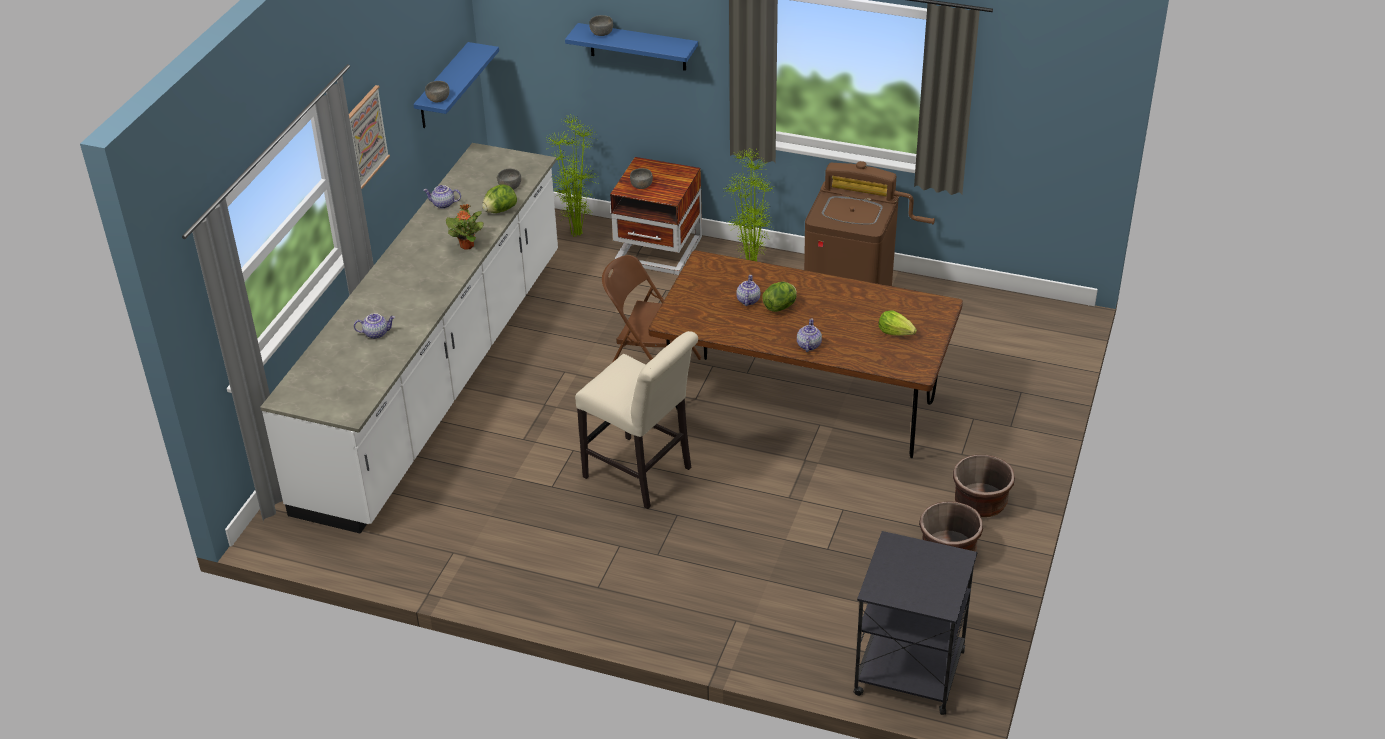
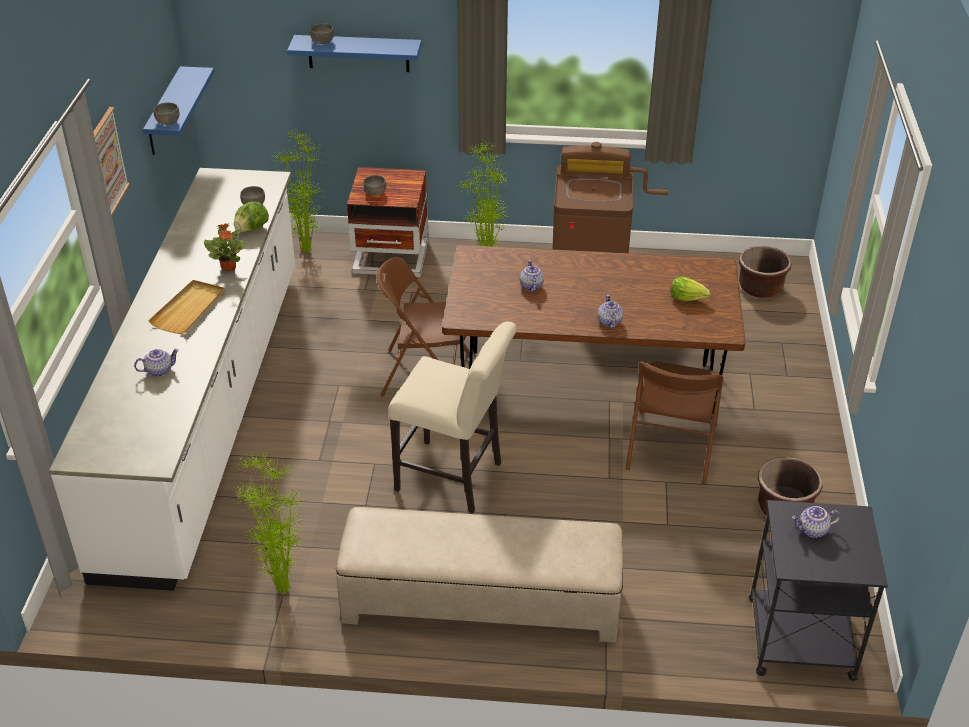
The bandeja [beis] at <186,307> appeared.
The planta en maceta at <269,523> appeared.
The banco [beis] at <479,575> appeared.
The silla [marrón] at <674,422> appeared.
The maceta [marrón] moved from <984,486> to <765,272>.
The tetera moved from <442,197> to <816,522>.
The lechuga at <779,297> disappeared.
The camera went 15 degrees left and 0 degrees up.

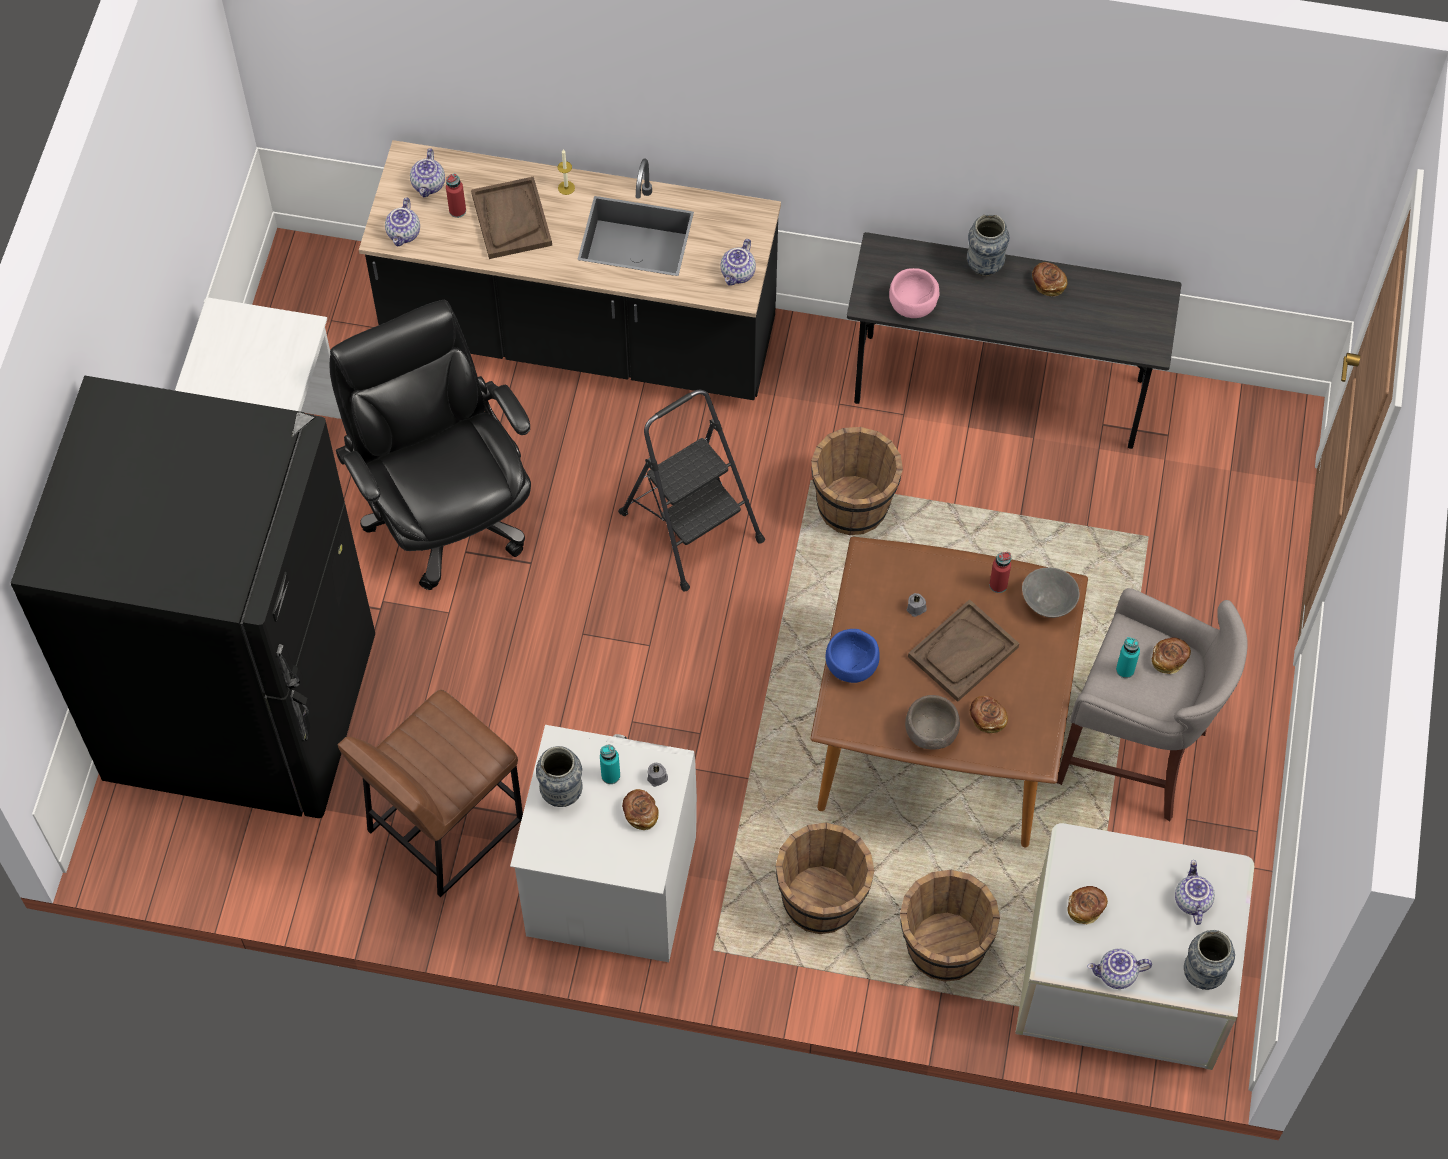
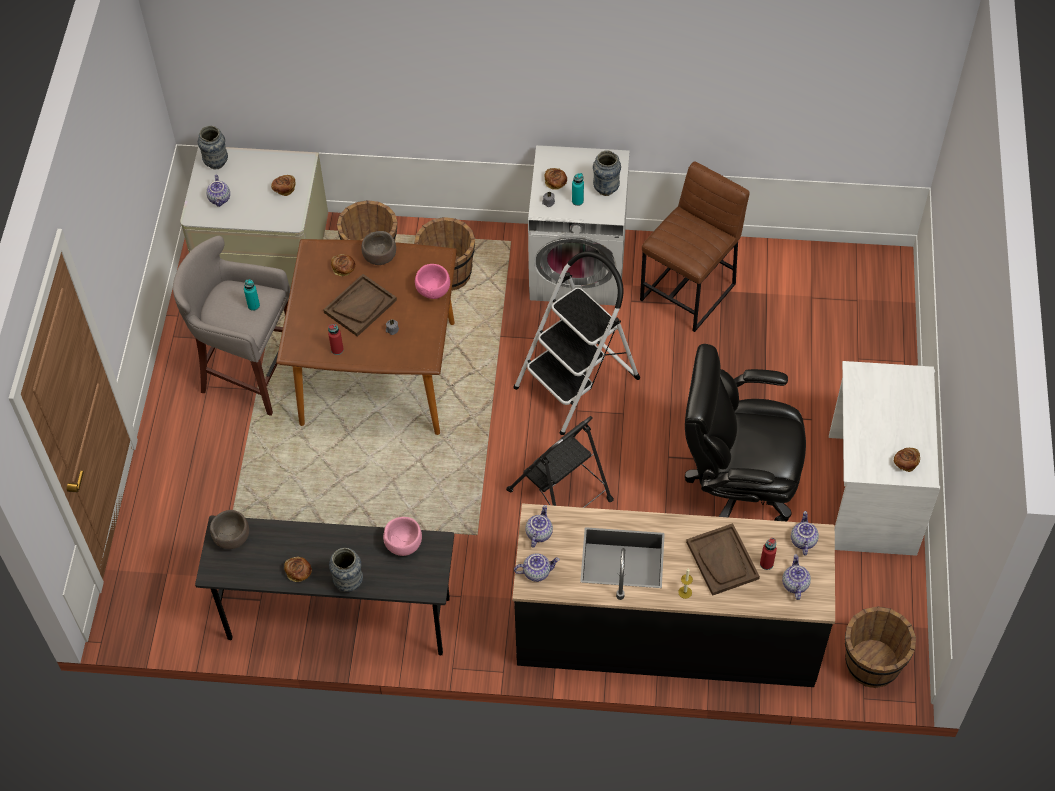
The cuenco [marrón] at <229,529> appeared.
The cuenco [azul] at <852,656> became the cuenco [rosa] at <432,281>.
The escalera de tijera at <576,343> appeared.
The tetera moved from <1119,968> to <537,568>.
The silla de oficina [negro] at <430,445> turned 135 degrees clockwise.
The cubo [marrón] moved from <857,481> to <880,647>.
The pan moved from <1171,655> to <907,460>.
The nevera [negro] at <192,596> disappeared.
The cuenco [gris] at <1051,593> disappeared.
The camera went 175 degrees right and 5 degrees down.

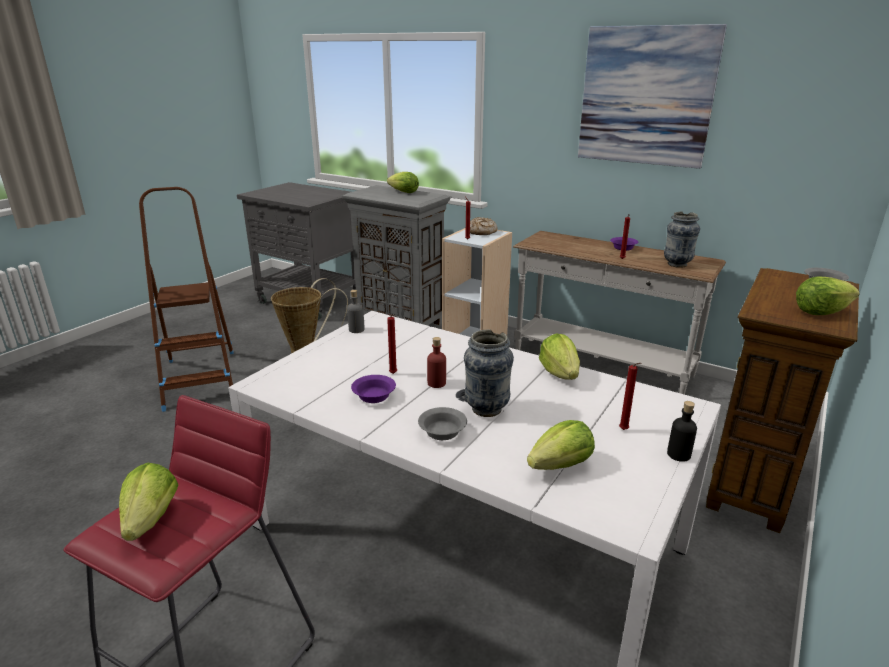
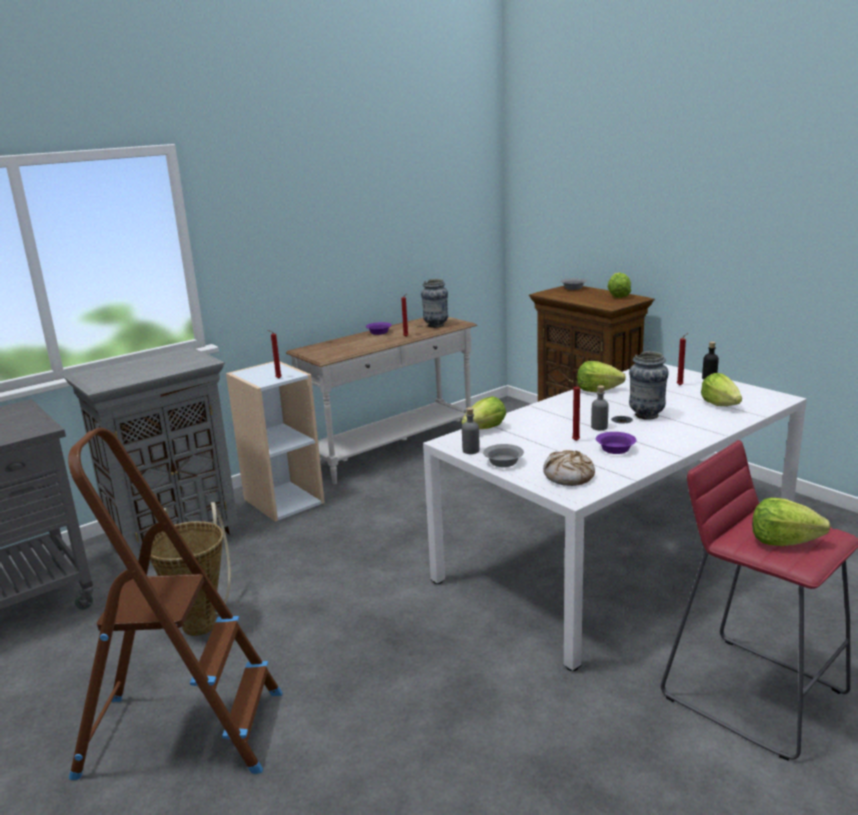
The lechuga moved from <403,182> to <484,412>.
The cuenco [gris] moved from <442,423> to <503,455>.
The pan moved from <484,226> to <569,468>.
The botella [rojo] at <436,362> became the botella [gris] at <600,407>.
The cuadro at <652,96> disappeared.
The camera went 70 degrees left and 5 degrees down.

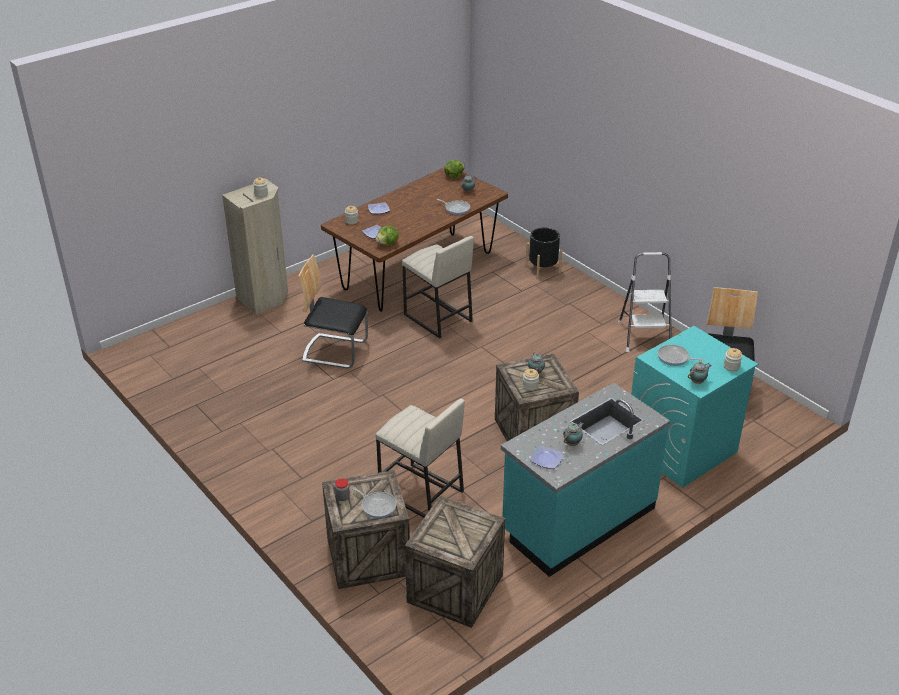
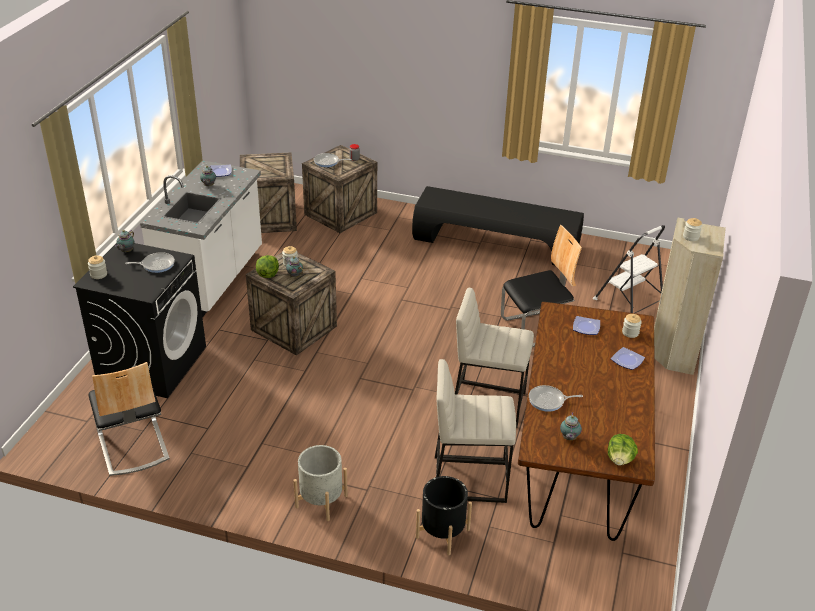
The lavadora [turquesa] at <694,407> became the lavadora [negro] at <139,320>.
The mueble bajo de cocina [turquesa] at <585,480> became the mueble bajo de cocina [blanco] at <201,239>.
The lechuga moved from <387,235> to <267,266>.
The maceta [gris] at <320,483> appeared.
The banco [negro] at <498,225> appeared.
The taburete [beis] moved from <420,458> to <475,431>.
The escalera de tijera [blanco] moved from <645,302> to <629,269>.
The camera went 145 degrees right and 0 degrees up.

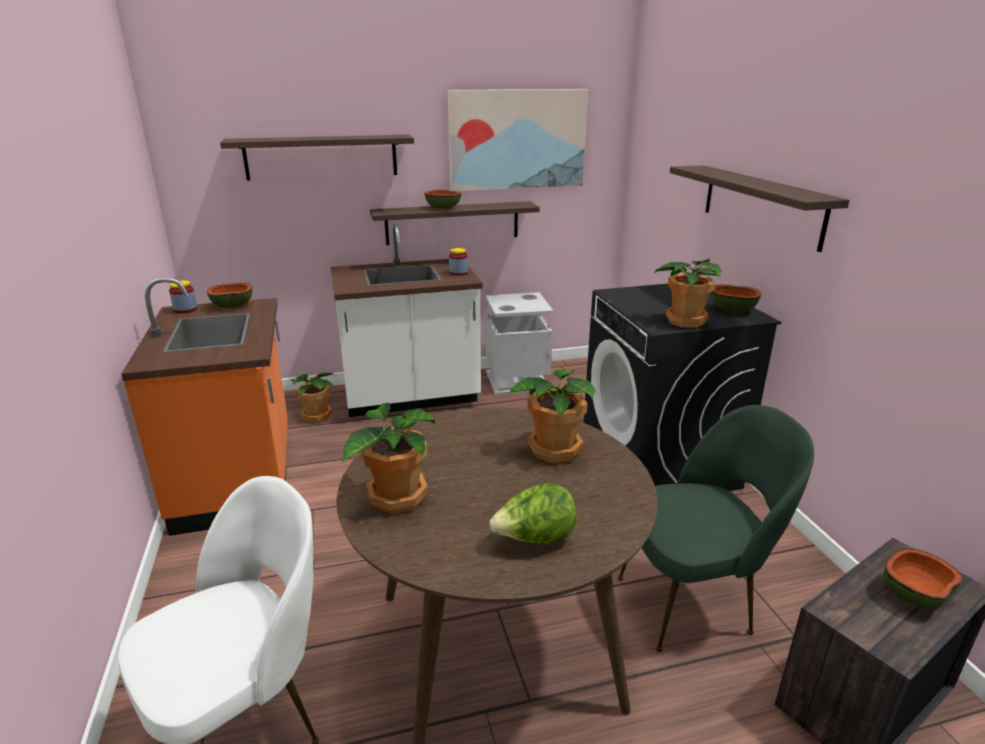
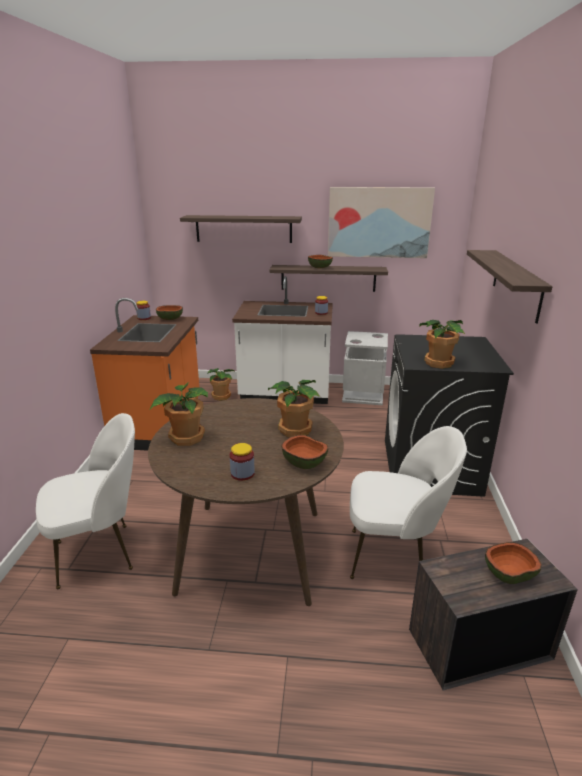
The lechuga at <533,513> was replaced by the tarro at <242,462>.
The cuenco moved from <736,298> to <305,452>.
The silla [verde] at <716,528> became the silla [blanco] at <408,502>.
The camera went 20 degrees right and 0 degrees up.

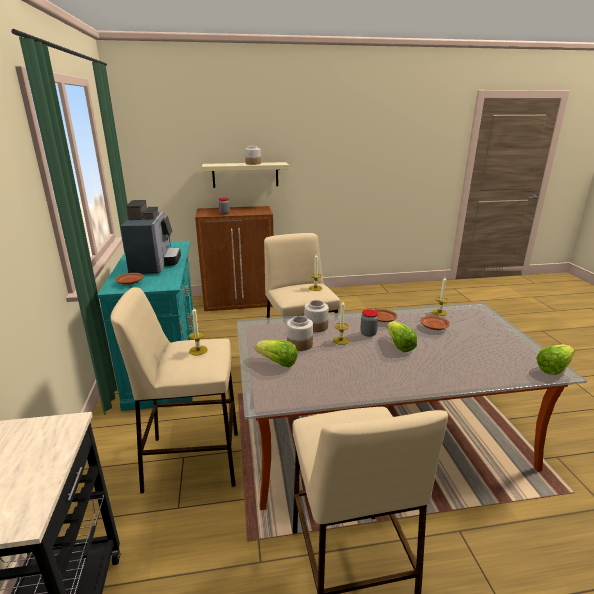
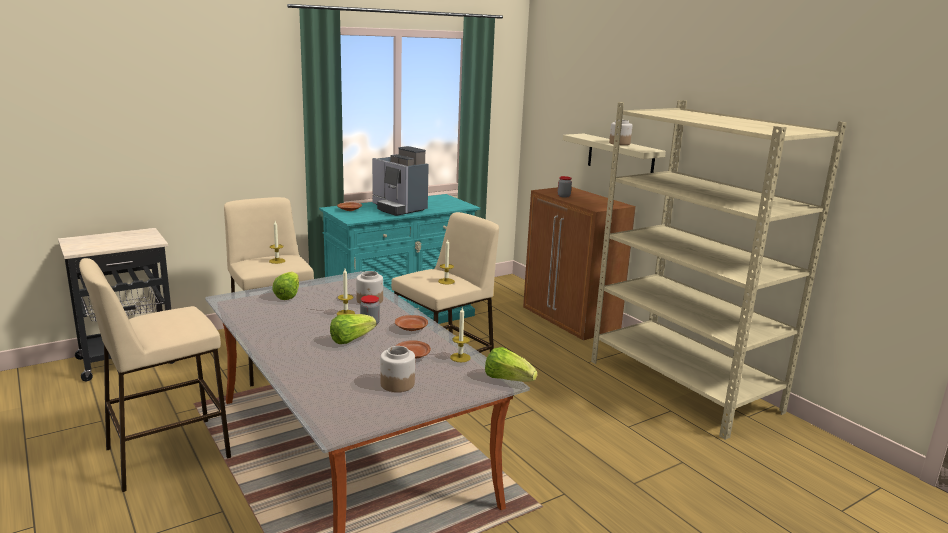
The cafetera at <151,237> turned 75 degrees clockwise.
The tarro moved from <300,333> to <397,369>.
The lechuga moved from <555,359> to <511,364>.
The estantería [beis] at <719,270> appeared.
The camera went 65 degrees right and 5 degrees down.

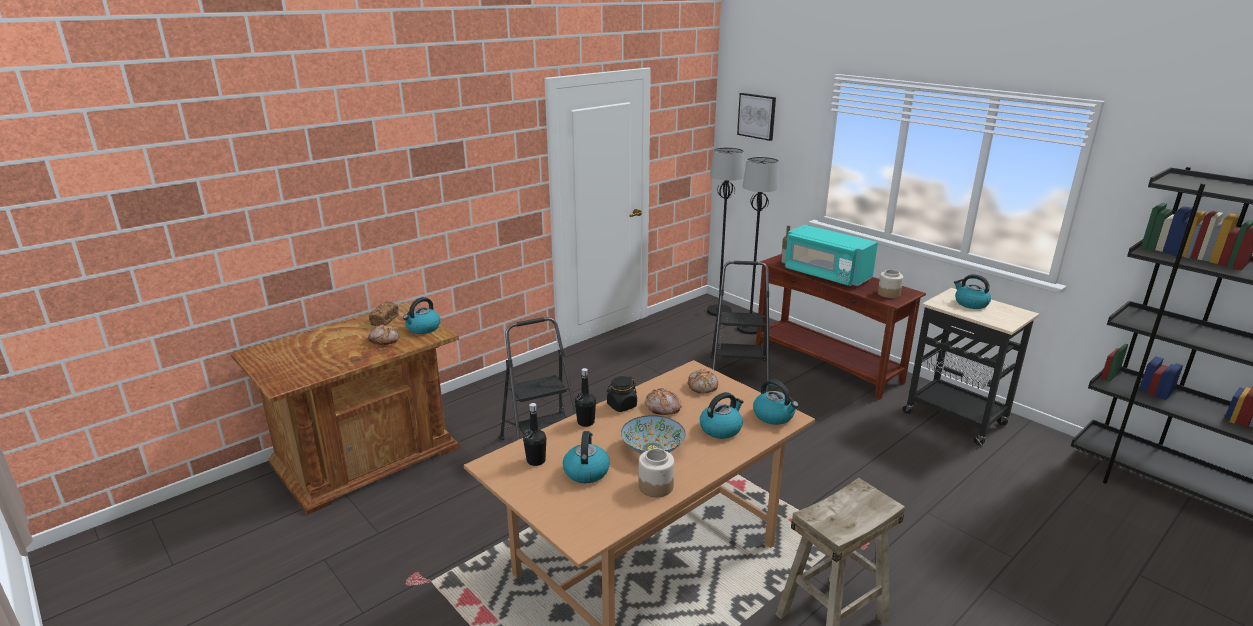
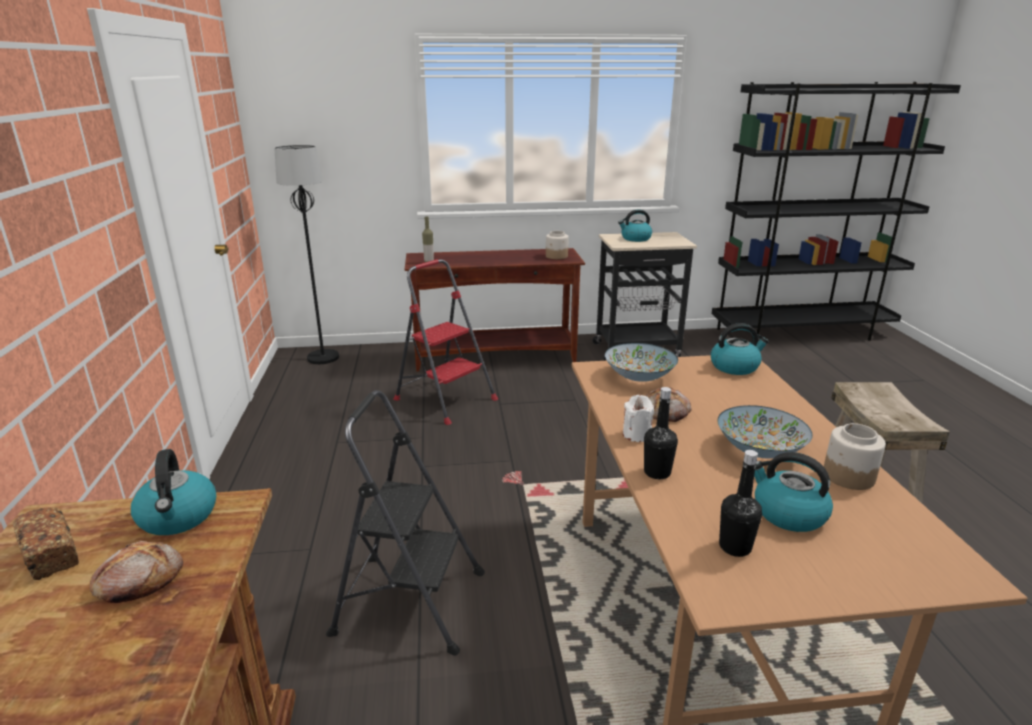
The escalera de tijera [negro] at <740,326> became the escalera de tijera [rojo] at <445,342>.
The pan at <703,381> was replaced by the cuenco at <641,362>.
The tarro [negro] at <622,394> was replaced by the vela [blanco] at <638,418>.
The hervidor at <722,415> disappeared.
The cuadro at <756,117> disappeared.
The lámpara de pie [negro] at <758,245> disappeared.
The microondas [turquesa] at <831,255> disappeared.
The camera went 55 degrees left and 0 degrees up.

